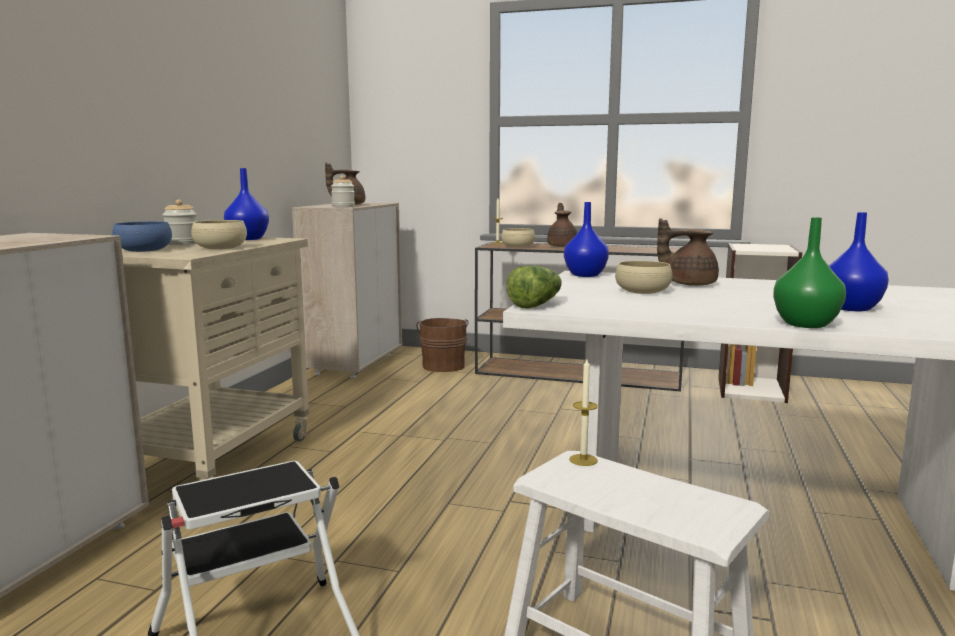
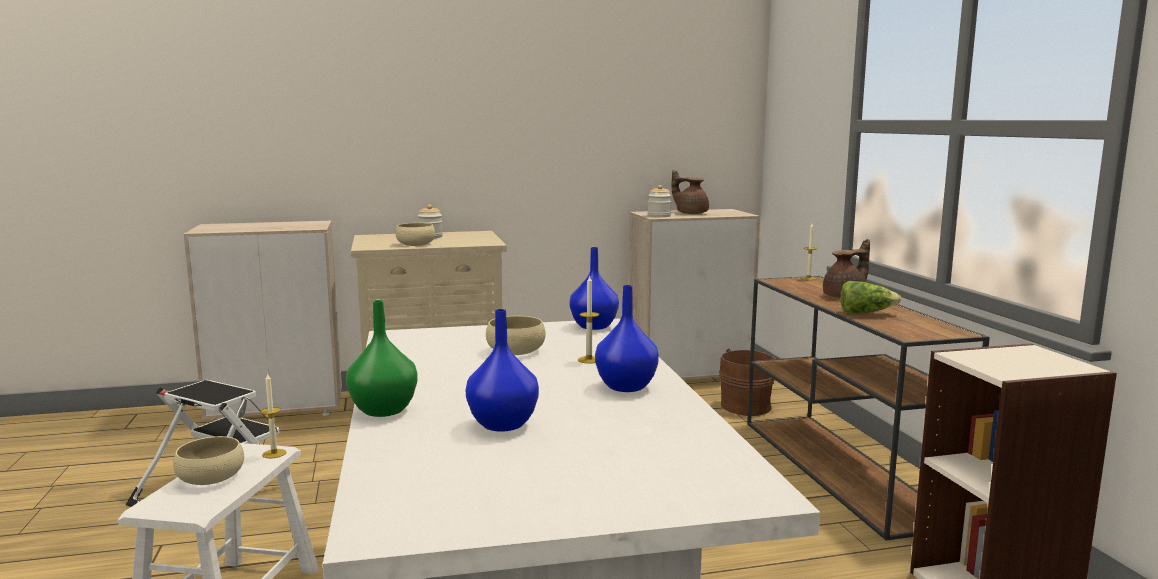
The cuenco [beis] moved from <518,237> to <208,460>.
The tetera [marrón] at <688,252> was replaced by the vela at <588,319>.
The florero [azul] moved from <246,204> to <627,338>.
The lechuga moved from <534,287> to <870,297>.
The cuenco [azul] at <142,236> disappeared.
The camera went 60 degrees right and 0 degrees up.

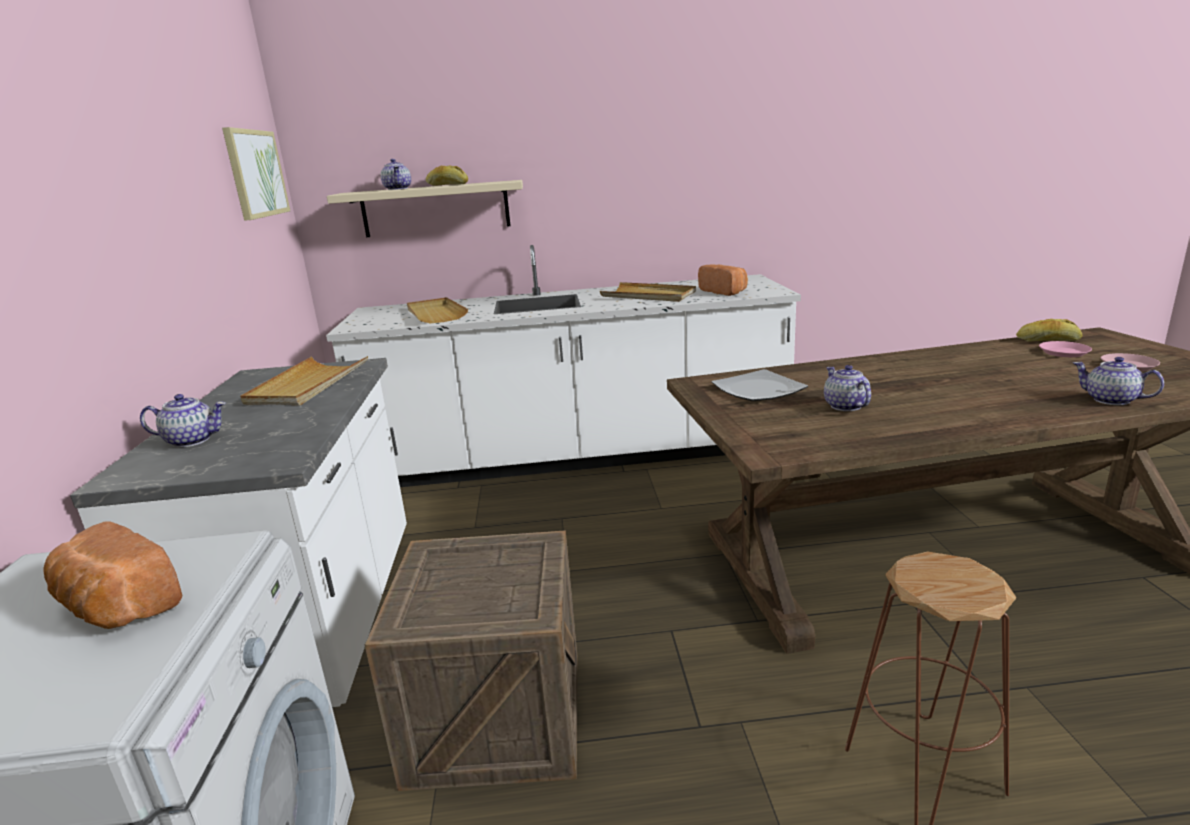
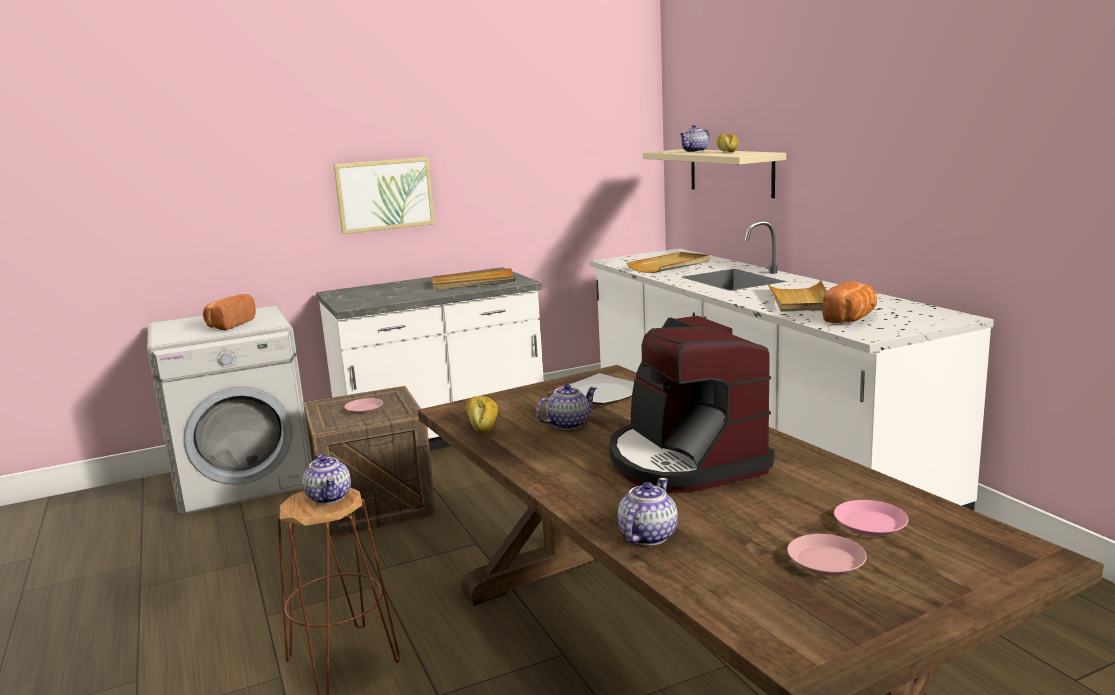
The tetera moved from <183,421> to <327,478>.
The cuadro moved from <256,174> to <384,195>.
The plato [rosa] at <363,406> appeared.
The pan moved from <1049,330> to <482,415>.
The cafetera at <692,404> appeared.
The camera went 70 degrees right and 5 degrees down.

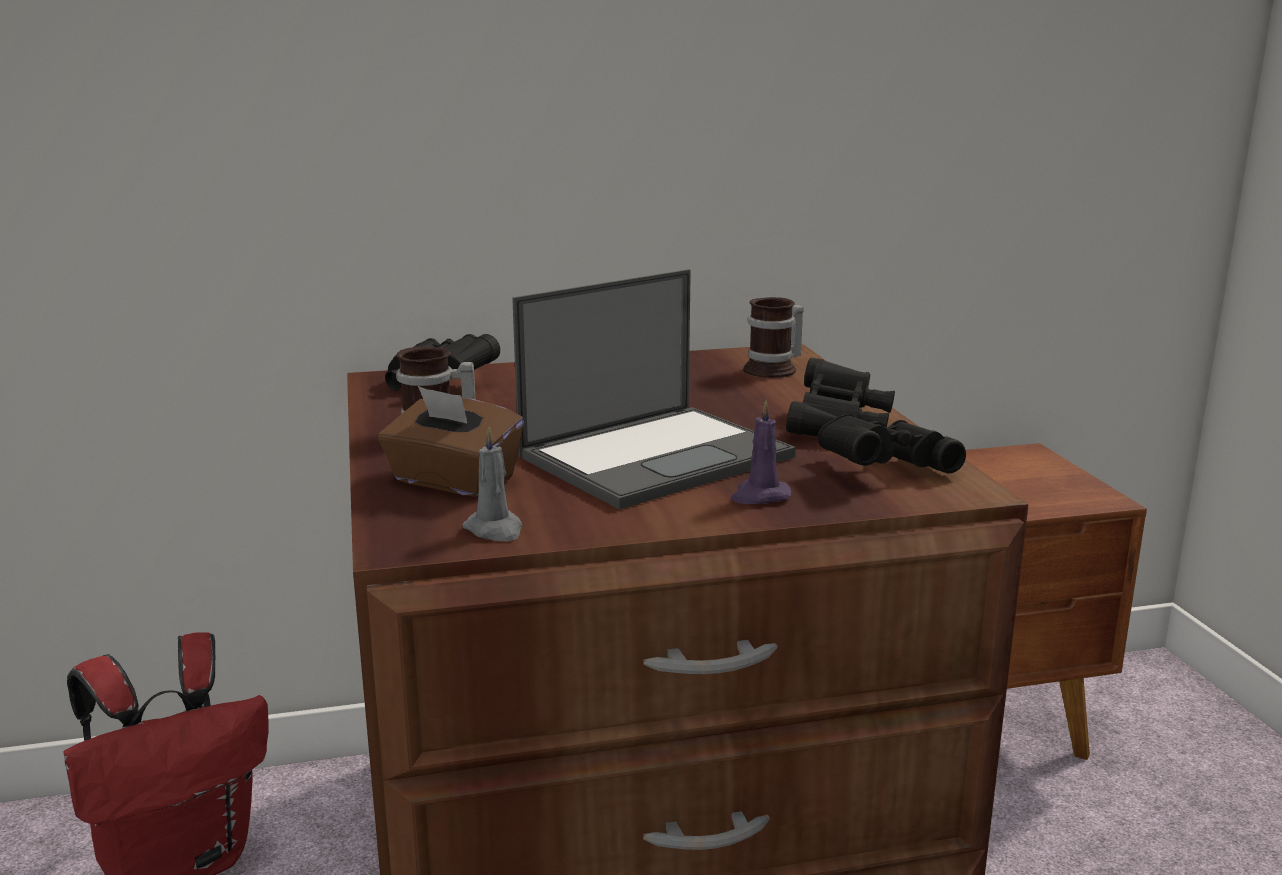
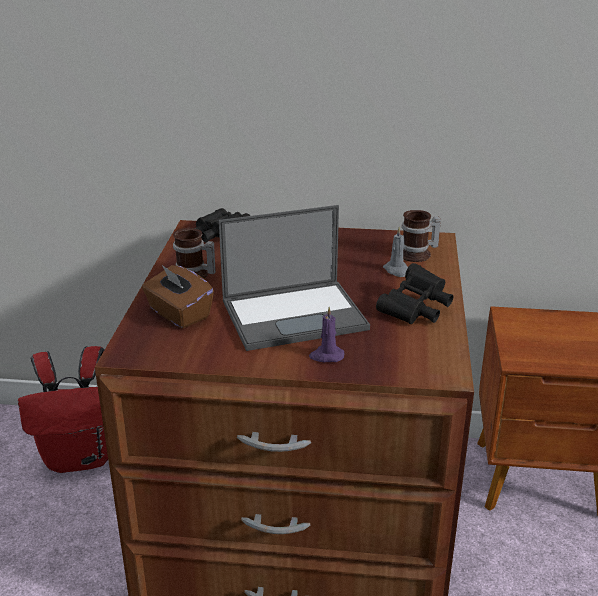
The vela [gris] moved from <493,484> to <395,252>.
The prismáticos [negro] at <892,443> disappeared.
The camera went 20 degrees right and 10 degrees up.

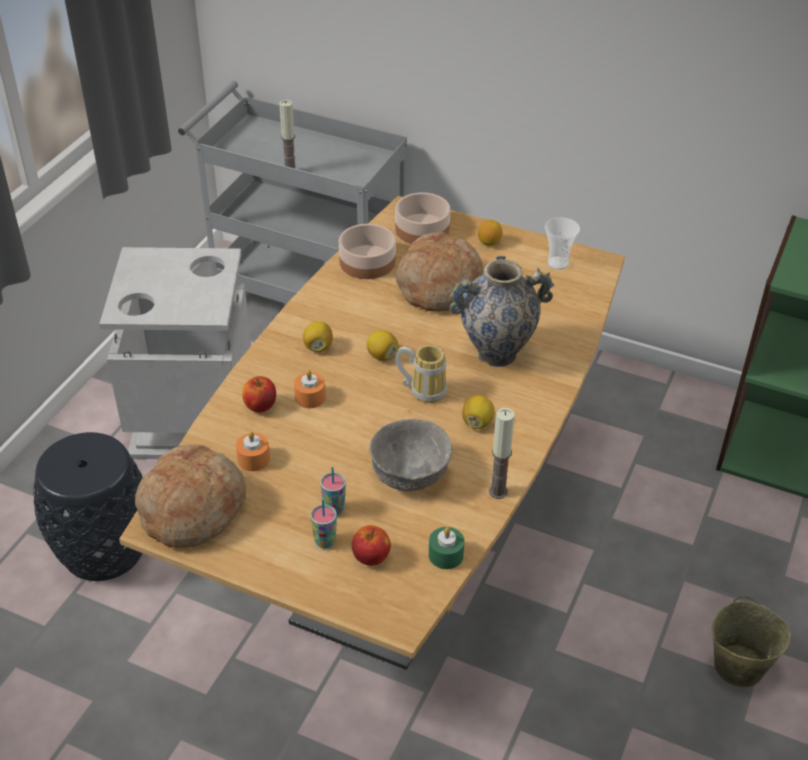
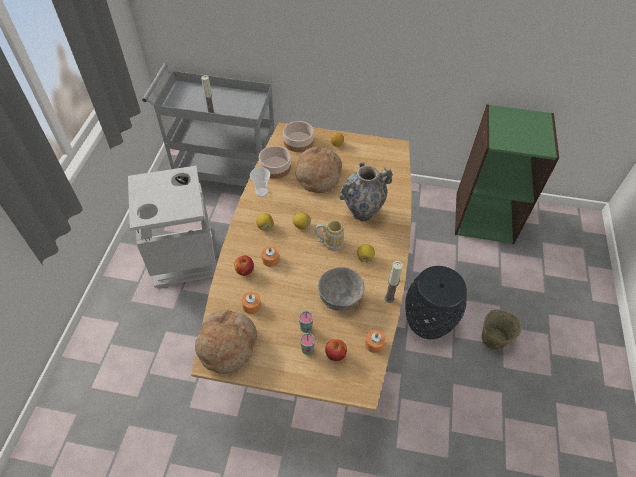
The taza moved from <562,243> to <260,182>.
The vela [verde] at <446,548> became the vela [naranja] at <375,341>.
The taburete [negro] moved from <88,506> to <436,302>.
The camera went 15 degrees left and 10 degrees up.

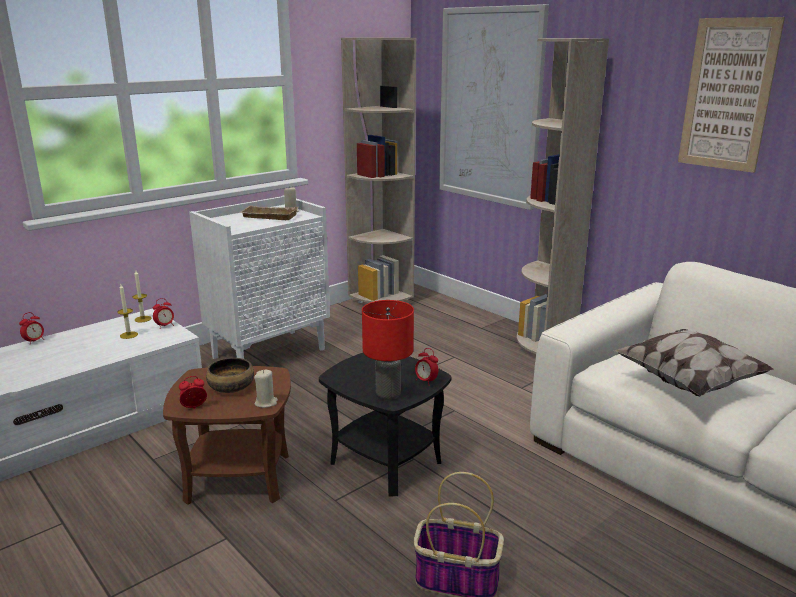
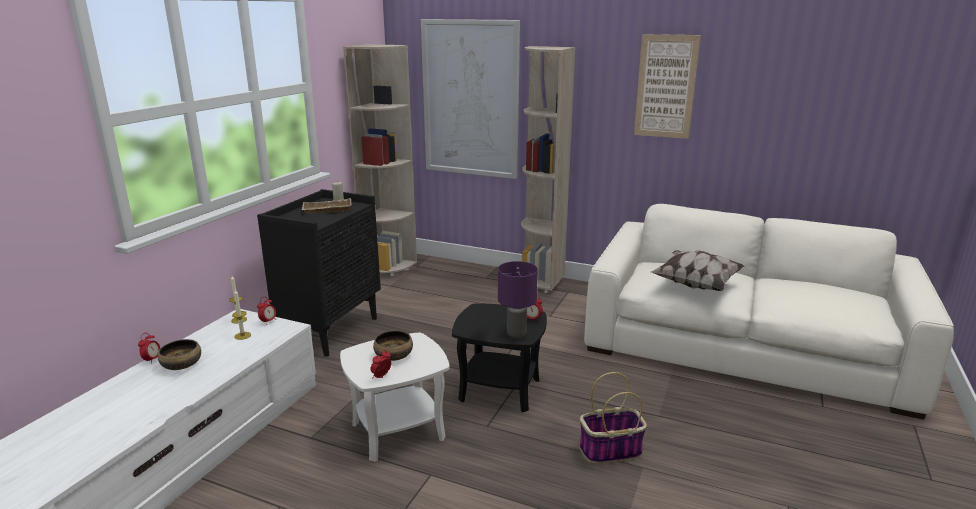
The cuenco at <179,354> appeared.
The armario [blanco] at <259,277> became the armario [negro] at <319,273>.
The mesa auxiliar [marrón] at <227,435> became the mesa auxiliar [blanco] at <394,397>.
The lámpara de mesa [rojo] at <388,350> became the lámpara de mesa [morado] at <518,299>.
The vela [beis] at <266,389> disappeared.
The camera went 25 degrees left and 0 degrees up.

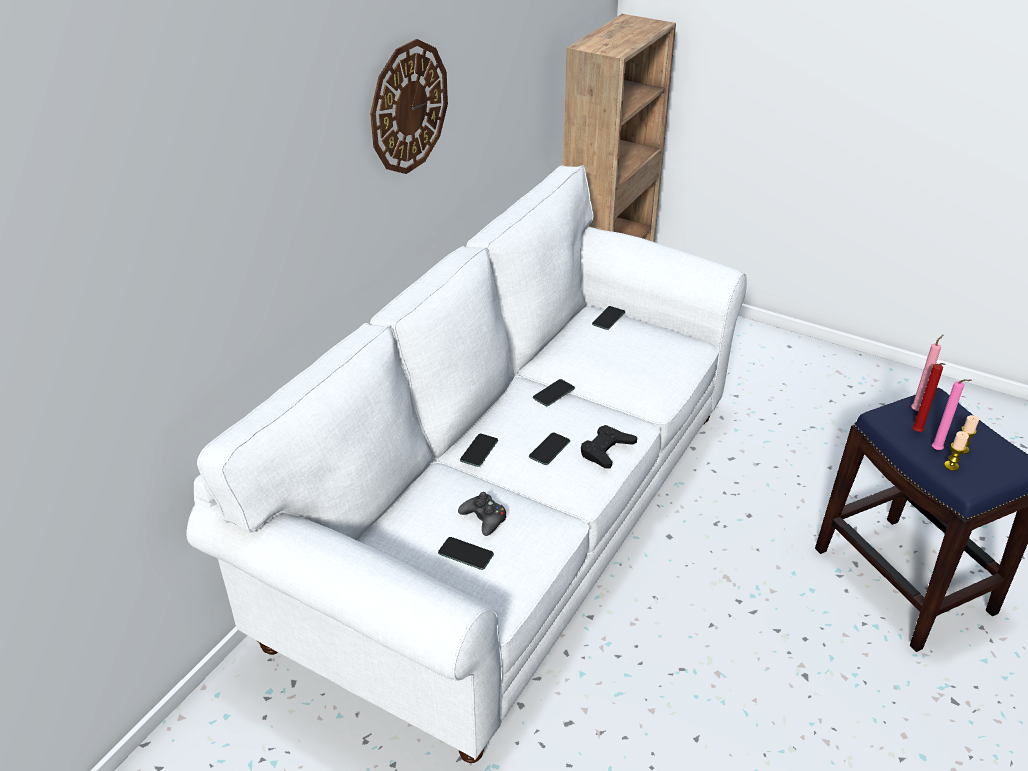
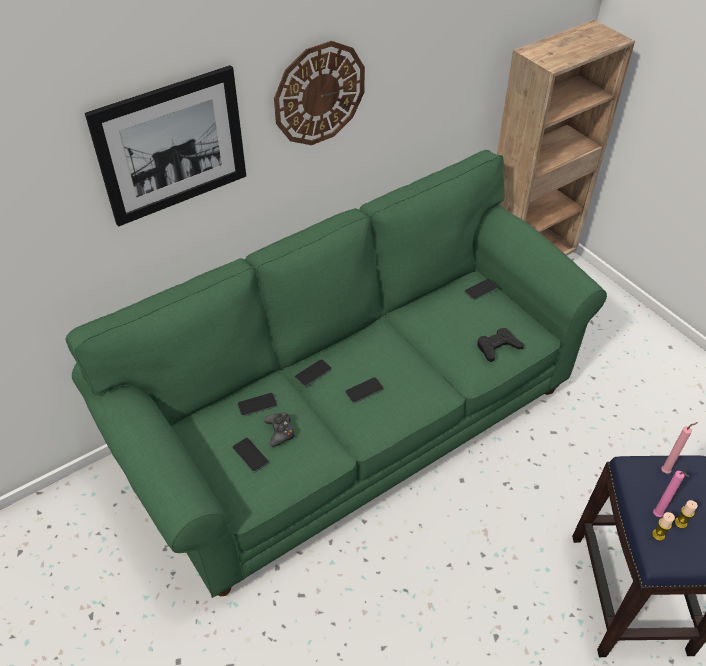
The sofá [blanco] at <466,464> became the sofá [verde] at <336,374>.
The cuadro at <165,146> appeared.
The móvil moved from <554,392> to <257,404>.
The mando de consola [negro] moved from <609,447> to <501,345>.
The vela [rojo] at <929,397> disappeared.
The camera went 25 degrees right and 10 degrees up.

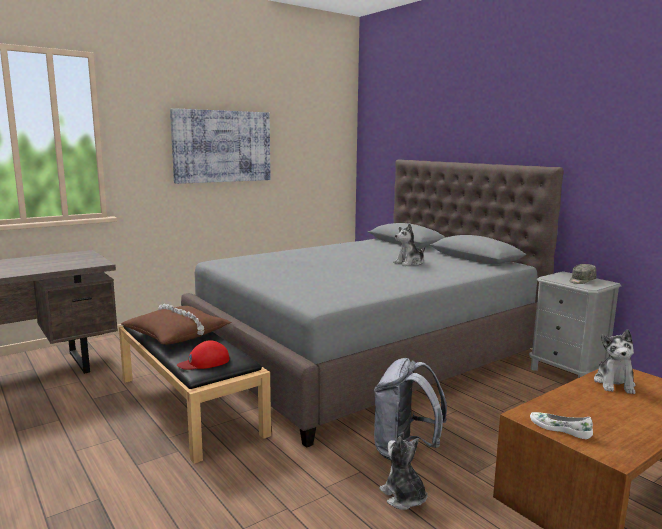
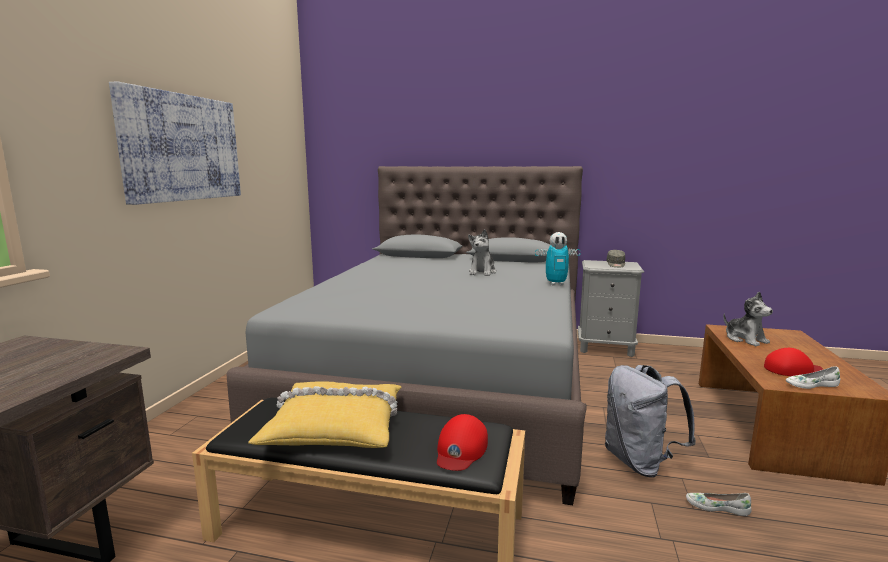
The cojín [marrón] at <176,324> became the cojín [amarillo] at <324,414>.
The robot de juguete at <558,258> appeared.
The peluche at <403,473> was replaced by the zapato [blanco] at <719,504>.
The gorra [rojo] at <793,362> appeared.
The camera went 40 degrees left and 0 degrees up.

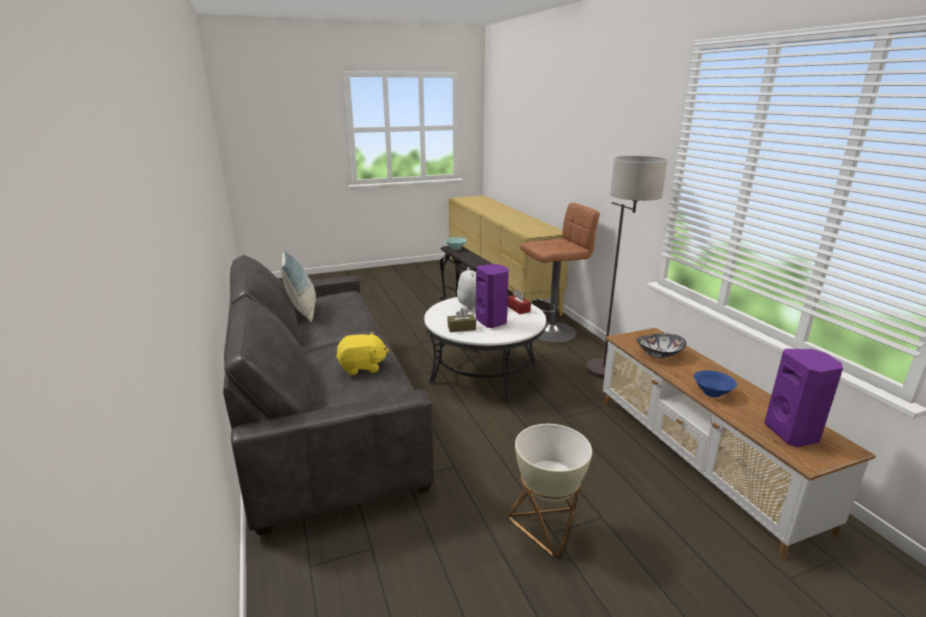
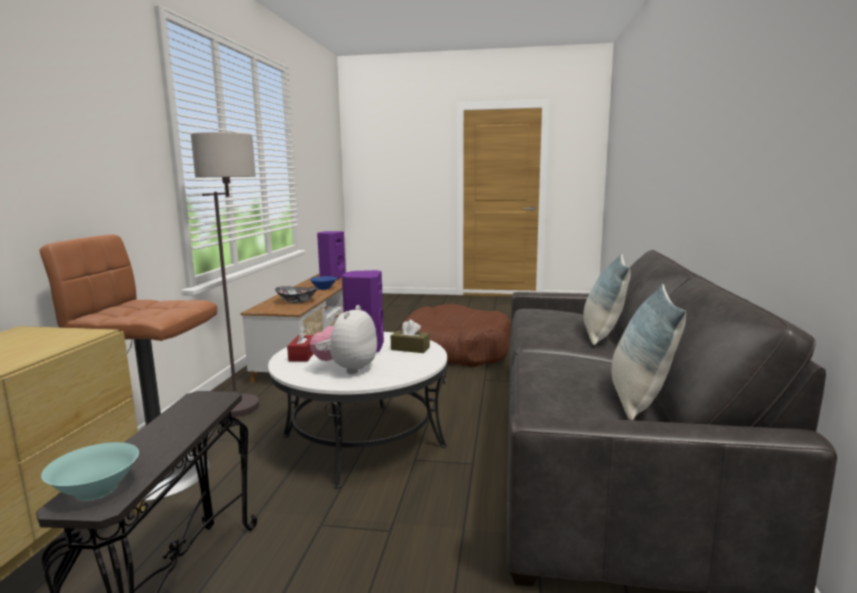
The maceta at <550,490> was replaced by the cama para perro [marrón] at <455,335>.
The cojín at <607,299> appeared.
The peluche [amarillo] at <362,353> disappeared.
The camera went 150 degrees left and 10 degrees down.

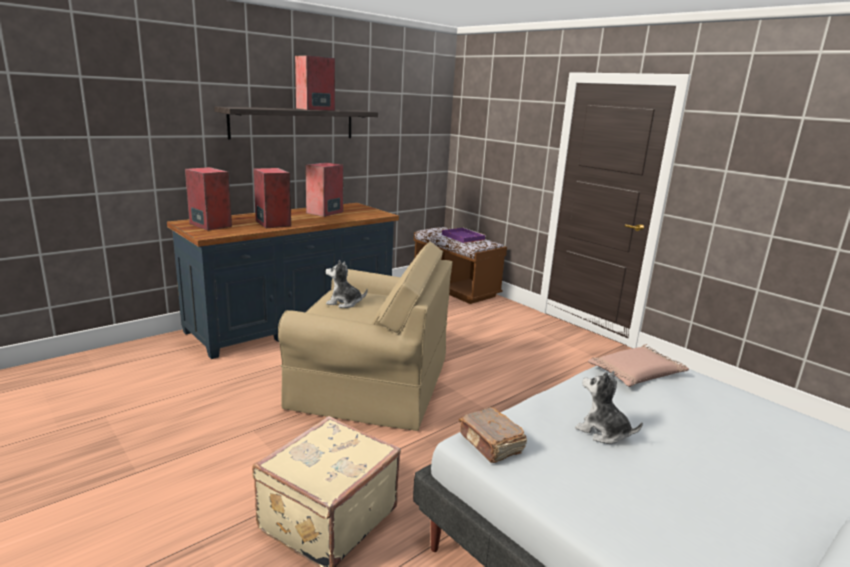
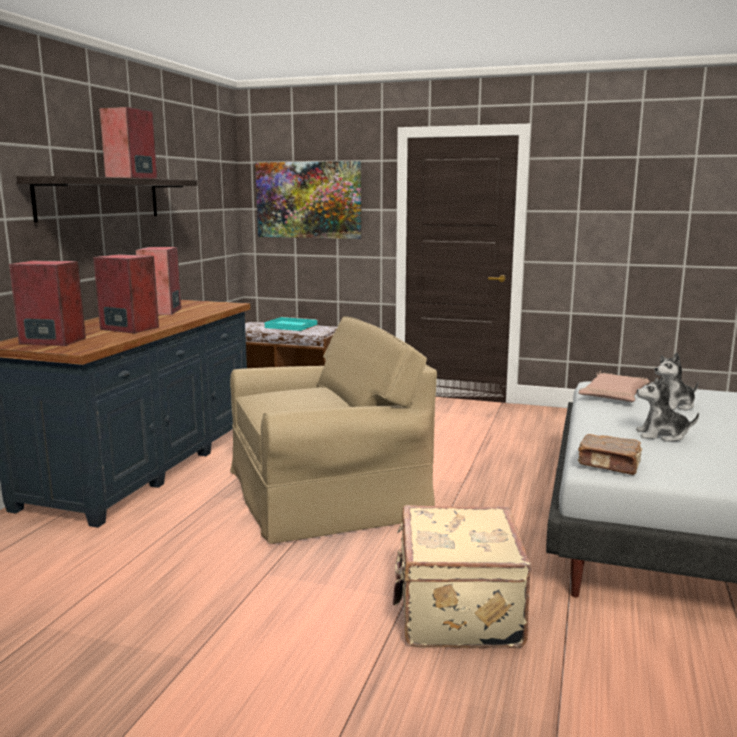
The cuadro at <308,200> appeared.
The bandeja [morado] at <464,235> became the bandeja [turquesa] at <291,324>.
The peluche moved from <347,284> to <677,381>.
The camera went 30 degrees left and 5 degrees down.

